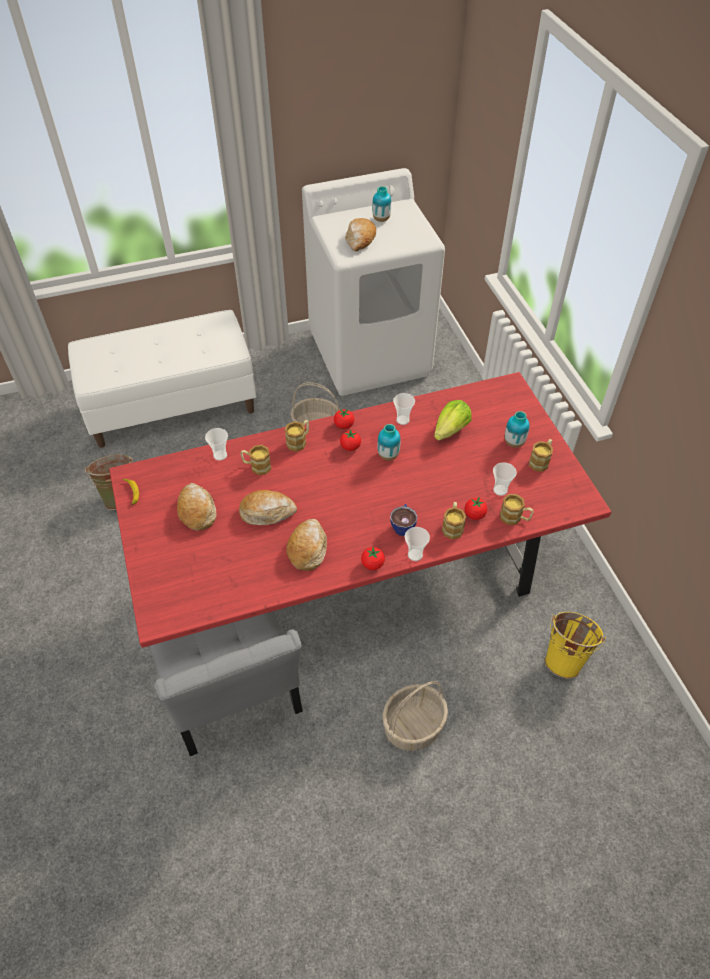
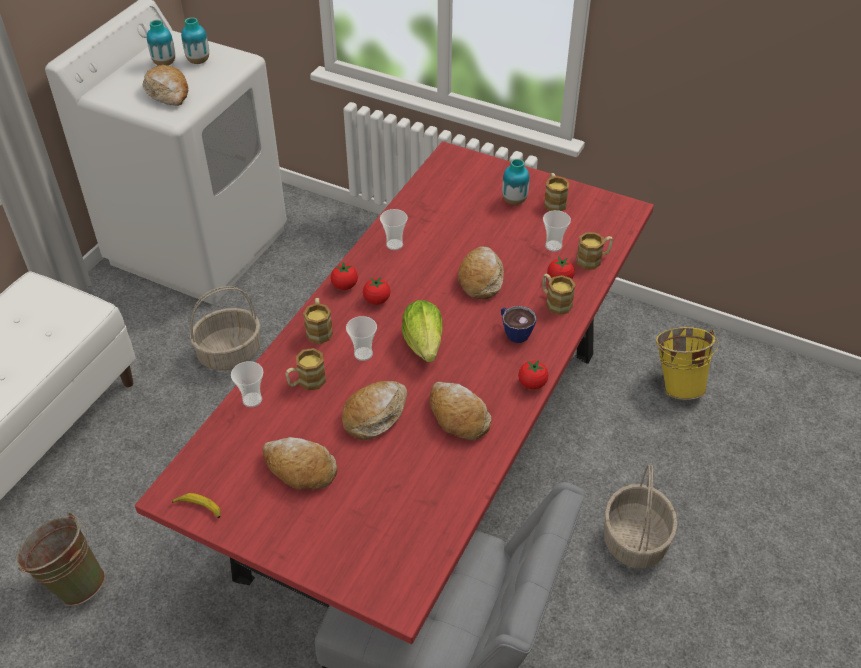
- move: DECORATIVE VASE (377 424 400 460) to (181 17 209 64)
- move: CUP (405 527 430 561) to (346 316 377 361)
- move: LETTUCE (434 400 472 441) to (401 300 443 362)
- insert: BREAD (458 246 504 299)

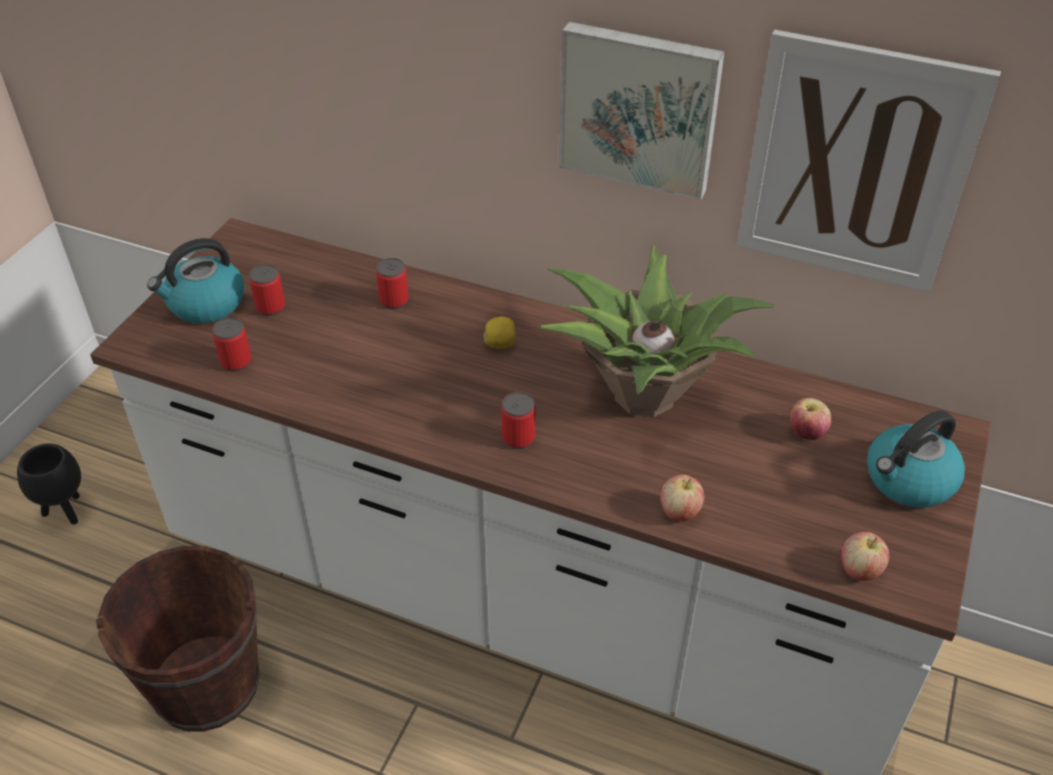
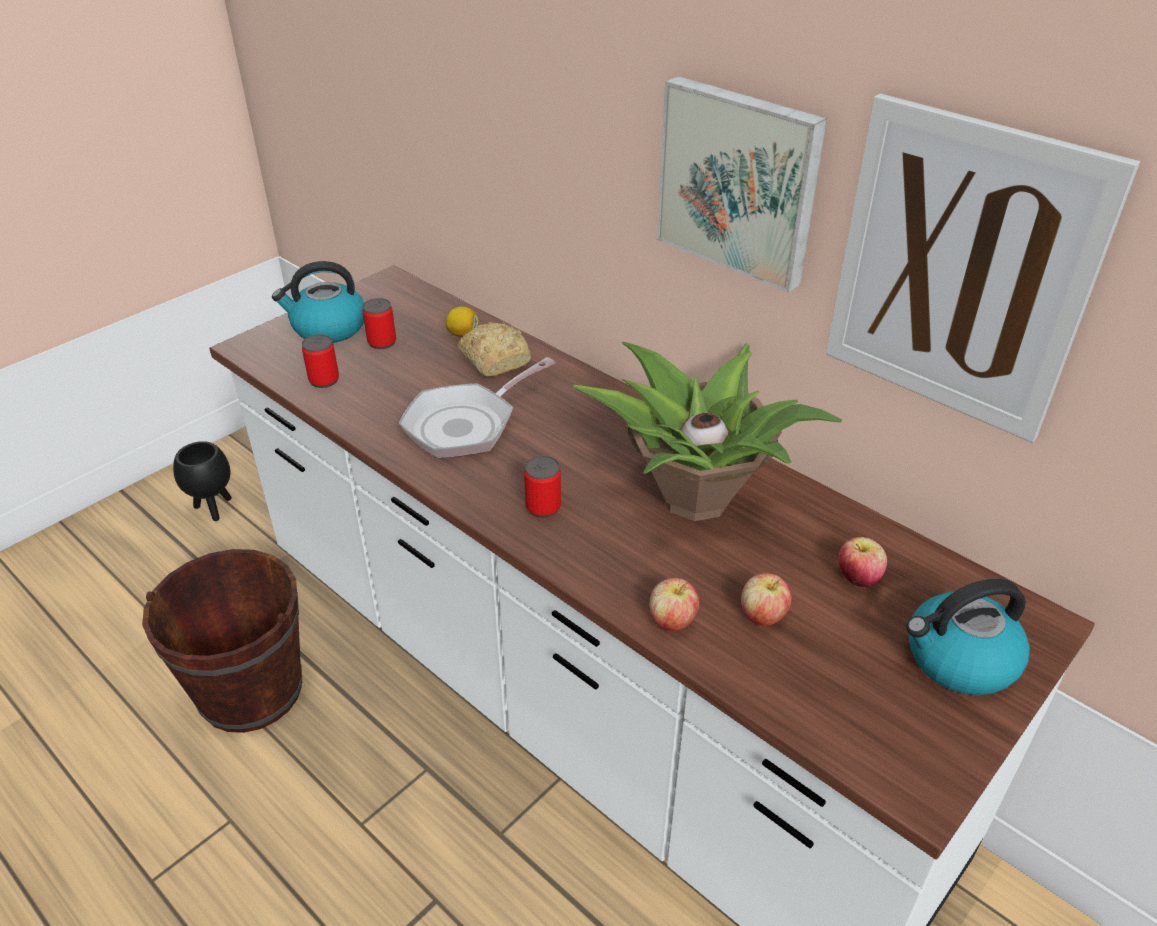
- insert: PAN (399 357 555 458)
- move: WHOLE LEMON (483 316 516 349) to (446 307 478 337)
- replace: CAN (376 258 409 309) to BREAD (457 322 531 377)
- move: APPLE (841 532 889 581) to (741 573 792 626)

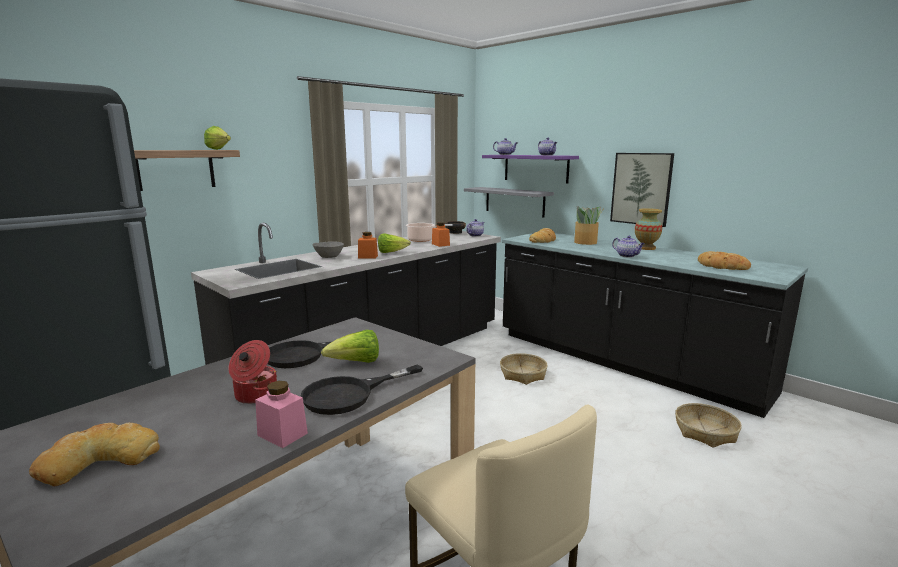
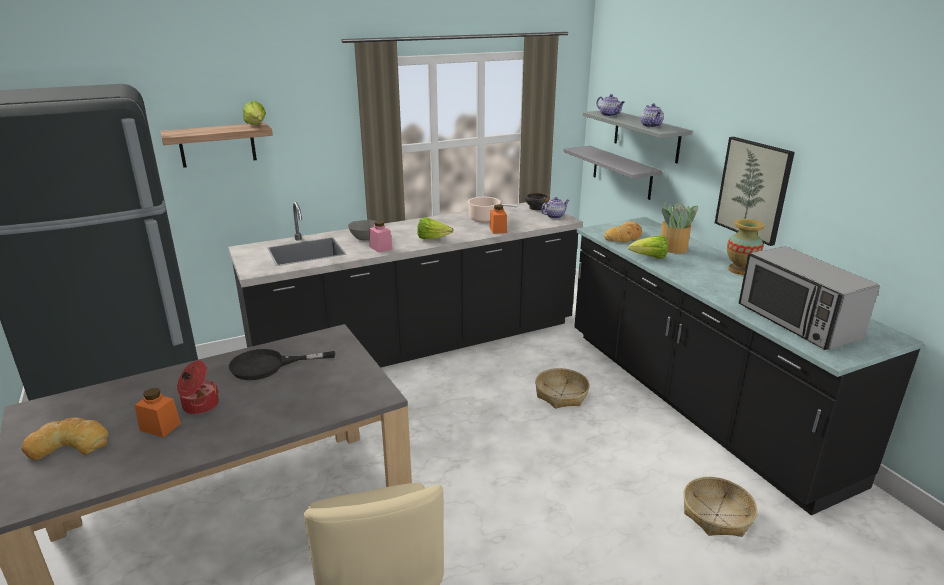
- move: ORANGE JAR (358 232 378 259) to (135 388 181 437)
- move: PINK-COLOURED JAR (255 381 308 448) to (369 221 392 253)
- recolor: PURPLISH SHELF (482 155 579 184) to GRAY SHELF (583 111 692 163)
- move: LETTUCE (321 330 379 363) to (628 235 668 259)
- replace: BREAD (698 251 751 270) to MICROWAVE (739 246 880 350)
- delete: BLACK-COLOURED PAN (300 365 423 415)
- delete: TEA POT (612 236 645 257)

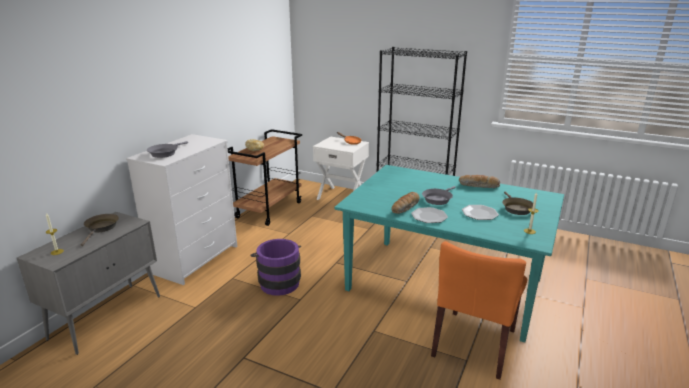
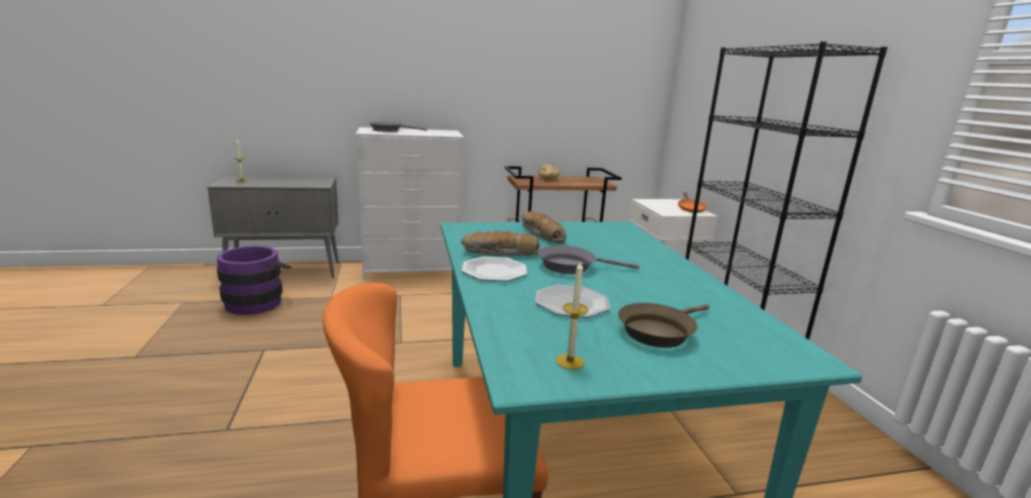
- move: PURPLISH BUCKET (250 239 301 296) to (217 246 292 315)
- move: BREAD (459 175 500 188) to (521 211 566 244)
- delete: BROWNISH PAN (81 214 119 246)

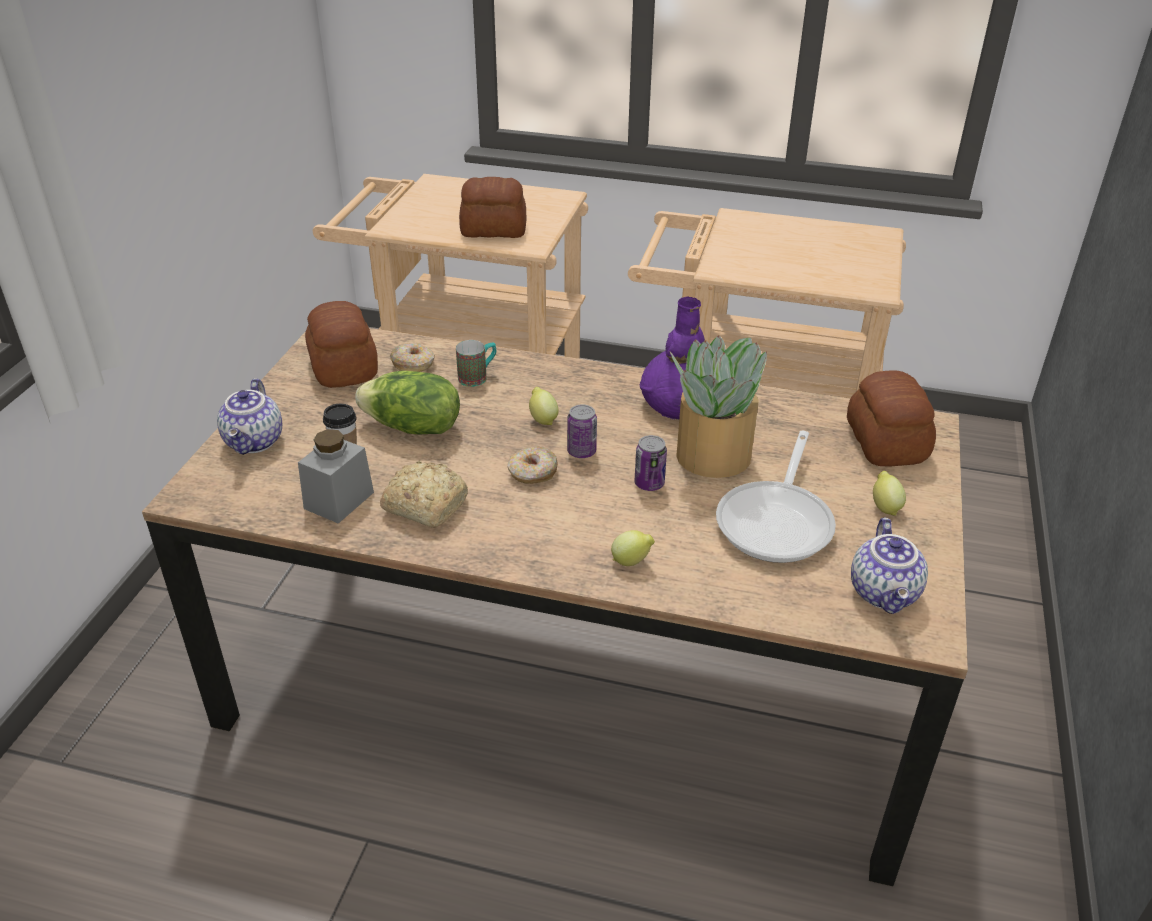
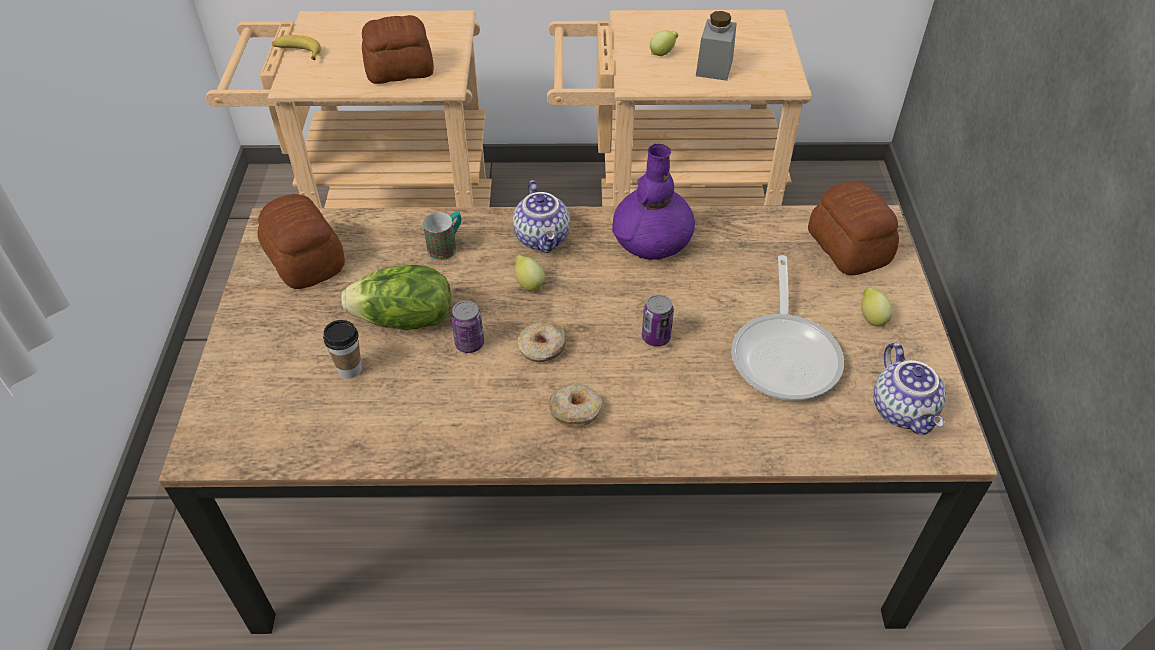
- insert: BANANA FRUIT (272 35 321 60)
- move: CAN (567 405 597 458) to (451 301 484 353)
- move: TEA POT (217 378 282 455) to (513 180 570 253)
- move: DOUGHNUT (390 343 435 372) to (549 383 602 428)
- move: WHOLE LEMON (611 530 655 566) to (650 30 678 56)
- move: GRAY JAR (298 429 374 524) to (696 11 737 81)
- delete: BREAD (380 461 468 528)
- delete: HOUSEPLANT (670 335 767 478)

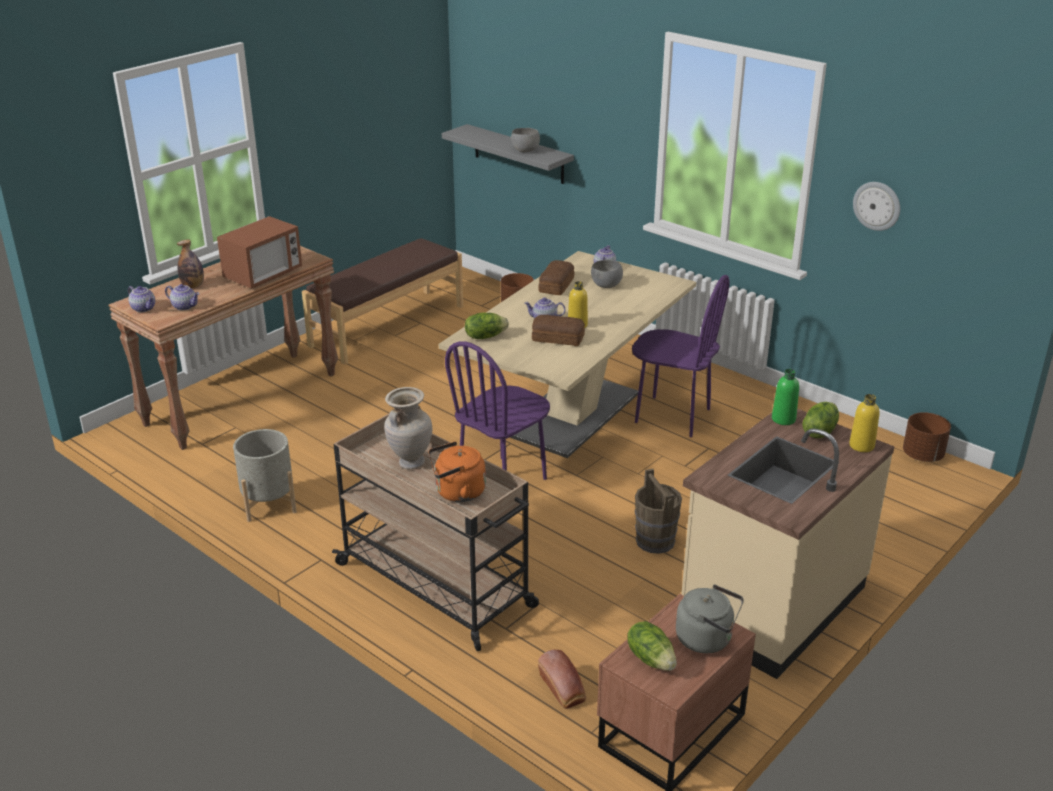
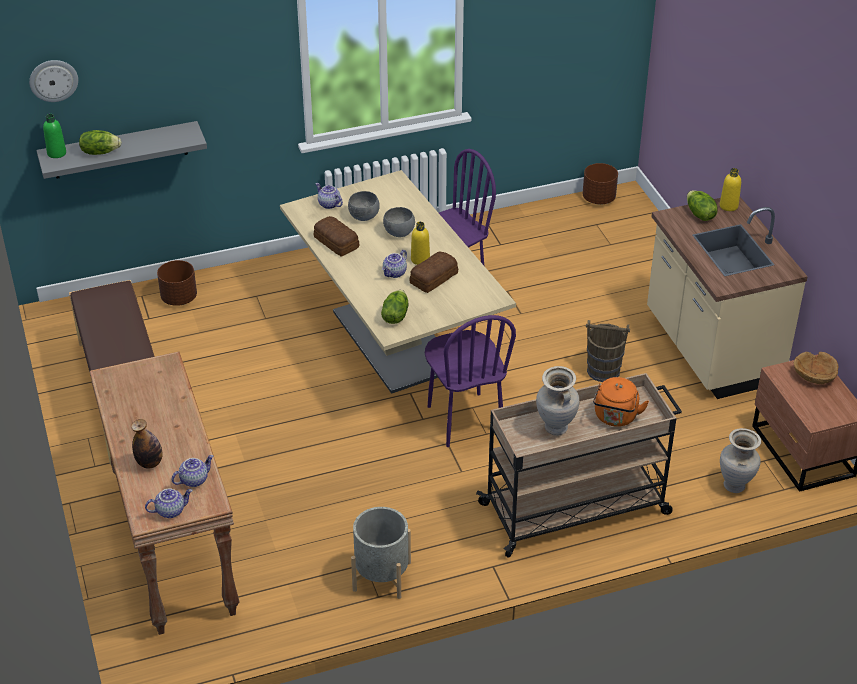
- move: HANGING CLOCK (853 182 900 231) to (29 60 78 102)
- move: GREEN-COLOURED DRINK BOTTLE (772 369 799 425) to (43 114 66 158)
- move: LETTUCE (627 621 677 671) to (79 130 121 155)
- move: GRAY BOWL (511 128 540 152) to (383 207 415 237)
- replace: BREAD (538 649 586 709) to BEIGE DECORATIVE VASE (720 428 761 493)
- replace: GRAY WATER KETTLE (676 584 744 653) to BROWNISH BOWL (794 352 838 384)
- delete: MICROWAVE (217 216 302 288)

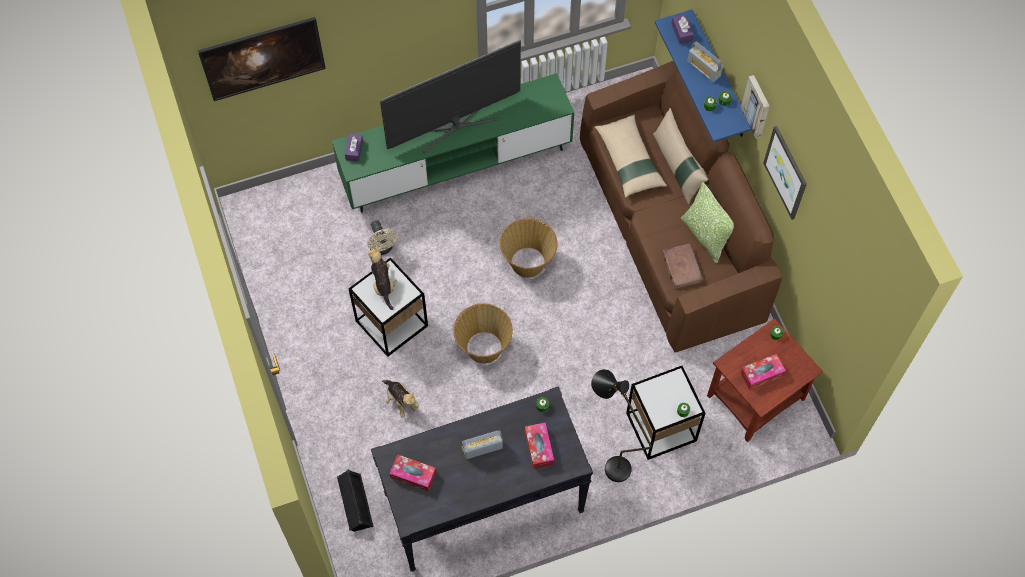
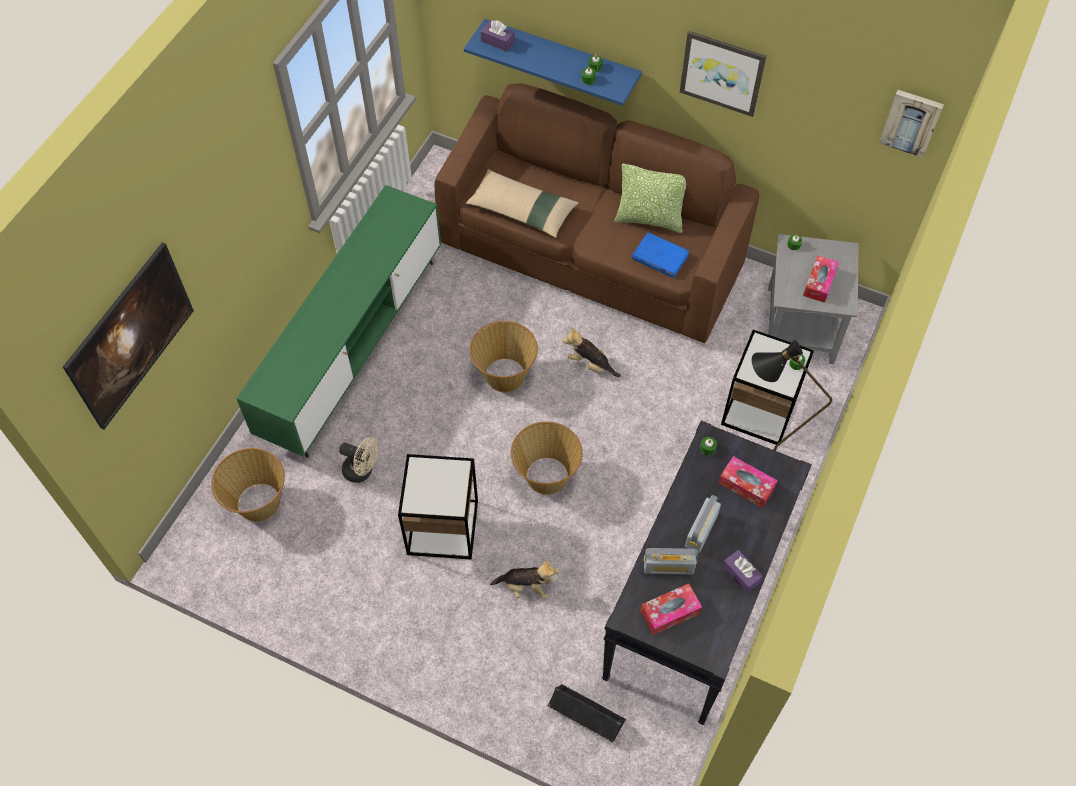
- insert: STORAGE BASKET (211 448 285 522)
- move: PLUSH TOY (368 246 398 310) to (563 328 621 377)
- recolor: BROWNISH BOUND BOOK (662 244 703 289) to BLUISH BOUND BOOK (632 232 689 278)
- move: RADIO SET (687 42 723 82) to (644 548 698 575)
- move: PURPLISH BOX OF TISSUES (345 134 363 162) to (722 550 763 593)
- recolor: BROWNISH ACCENT TABLE (707 318 823 442) to GRAY ACCENT TABLE (768 234 859 364)
- move: WALL ART (741 75 770 139) to (879 90 944 158)
- delete: TELEVISION (380 40 521 153)
- delete: BEIGE THROW PILLOW (653 108 708 204)

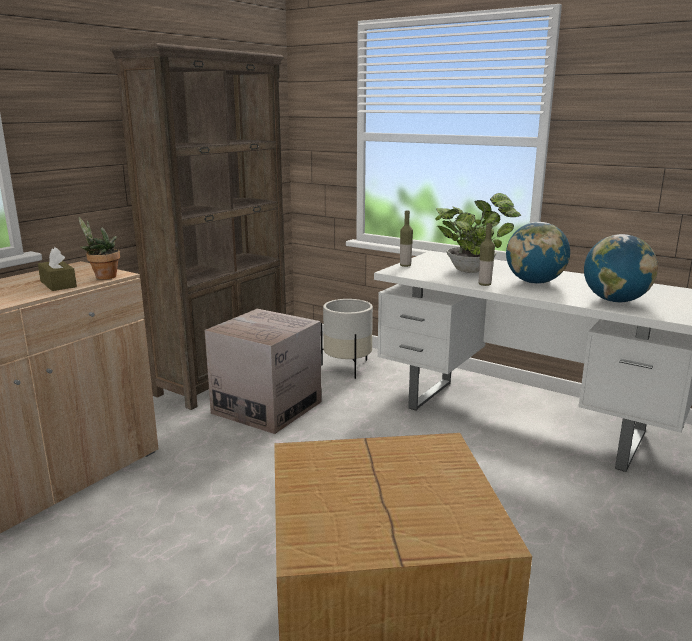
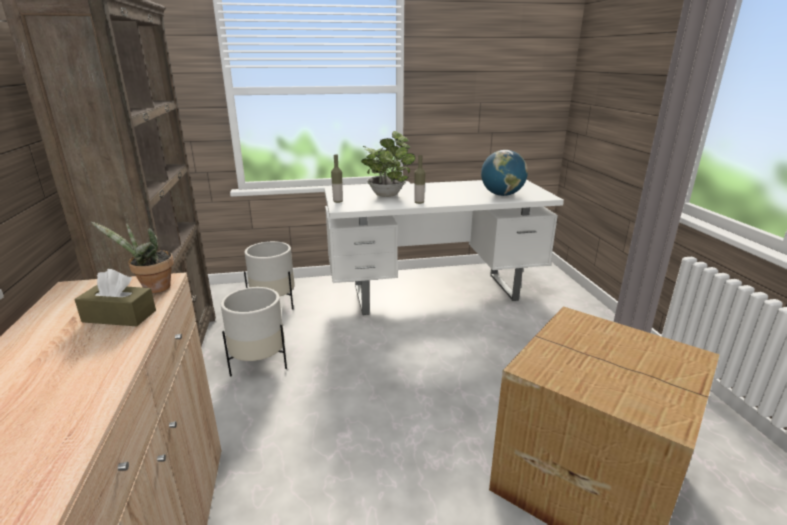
- replace: CARDBOARD BOX (204 309 322 434) to WHITISH PLANTER (221 287 287 377)
- delete: GLOBE (506 222 570 284)

